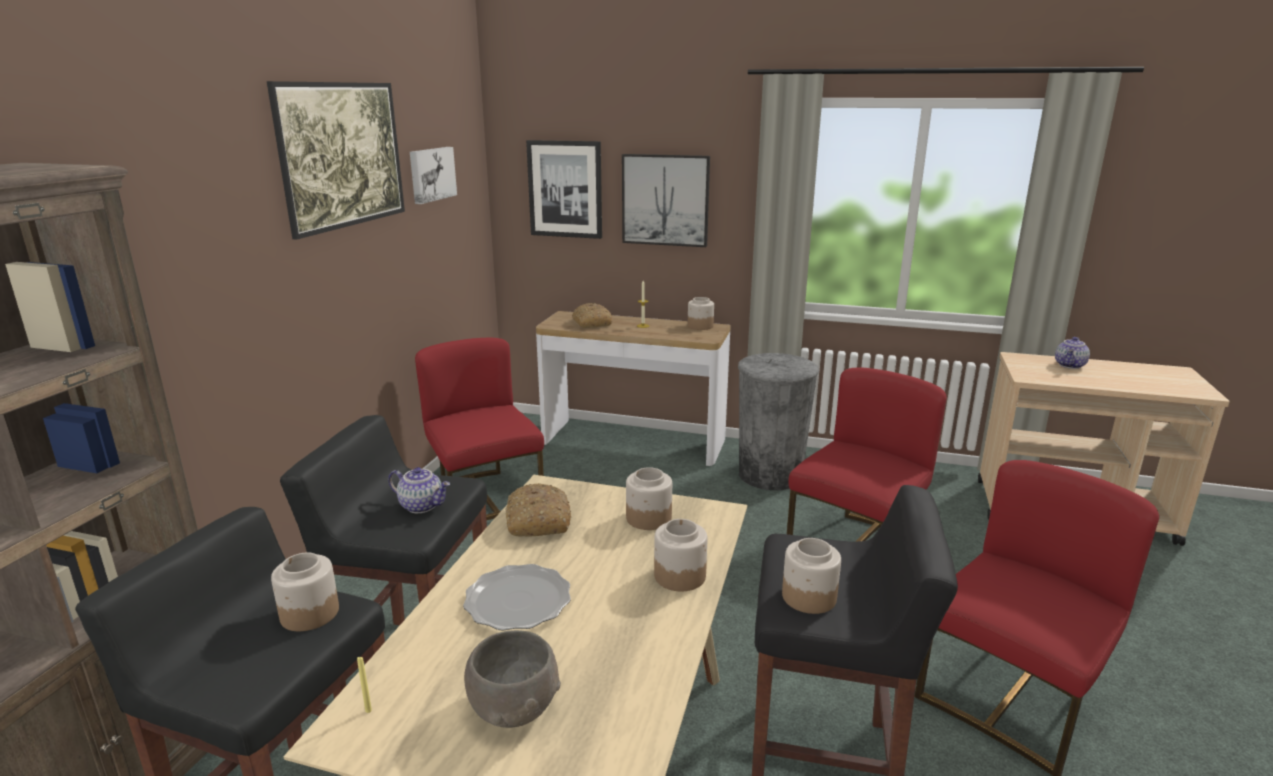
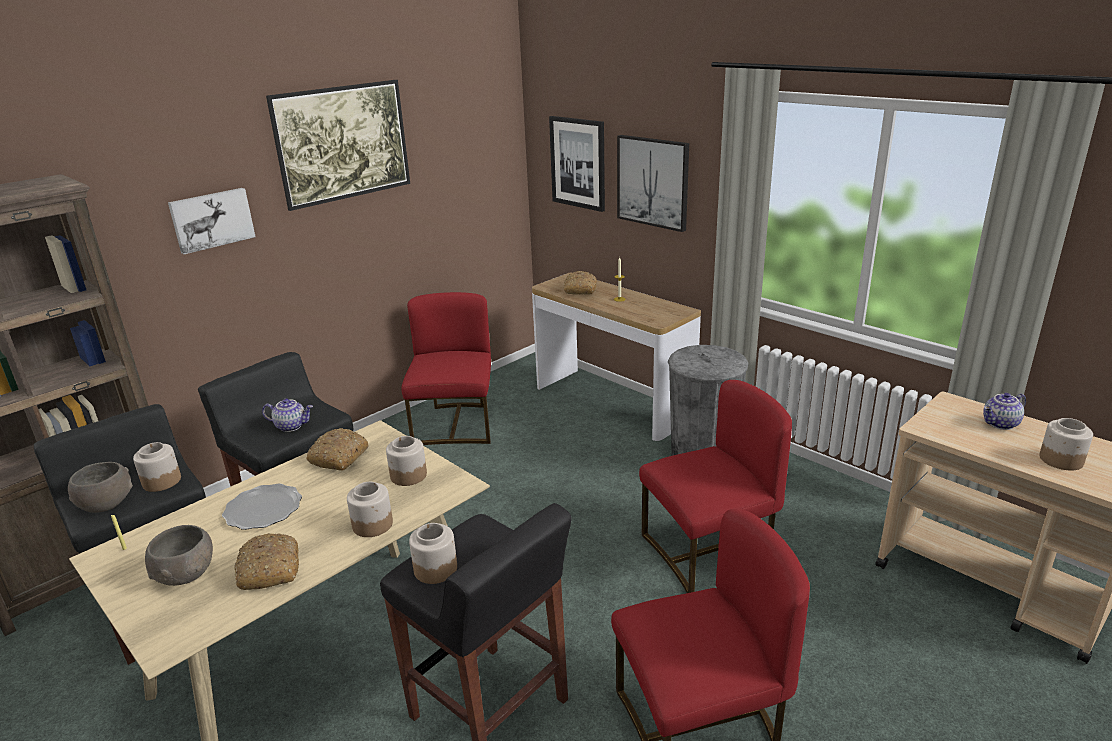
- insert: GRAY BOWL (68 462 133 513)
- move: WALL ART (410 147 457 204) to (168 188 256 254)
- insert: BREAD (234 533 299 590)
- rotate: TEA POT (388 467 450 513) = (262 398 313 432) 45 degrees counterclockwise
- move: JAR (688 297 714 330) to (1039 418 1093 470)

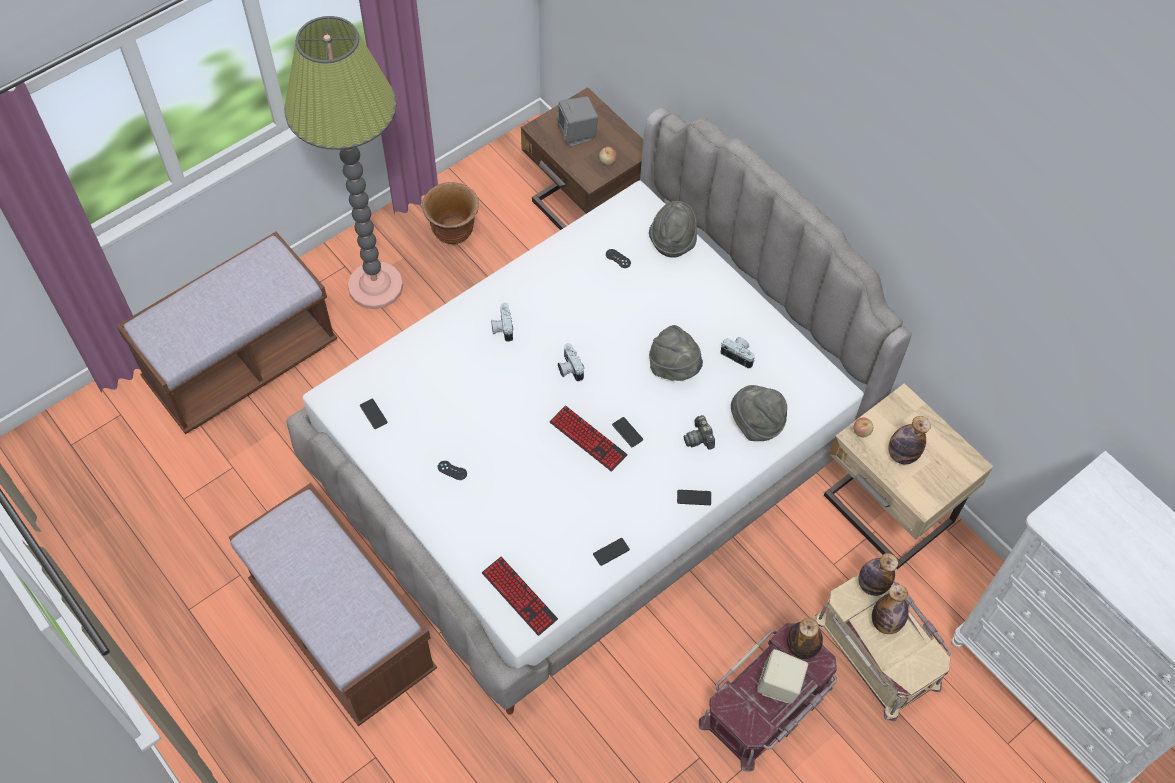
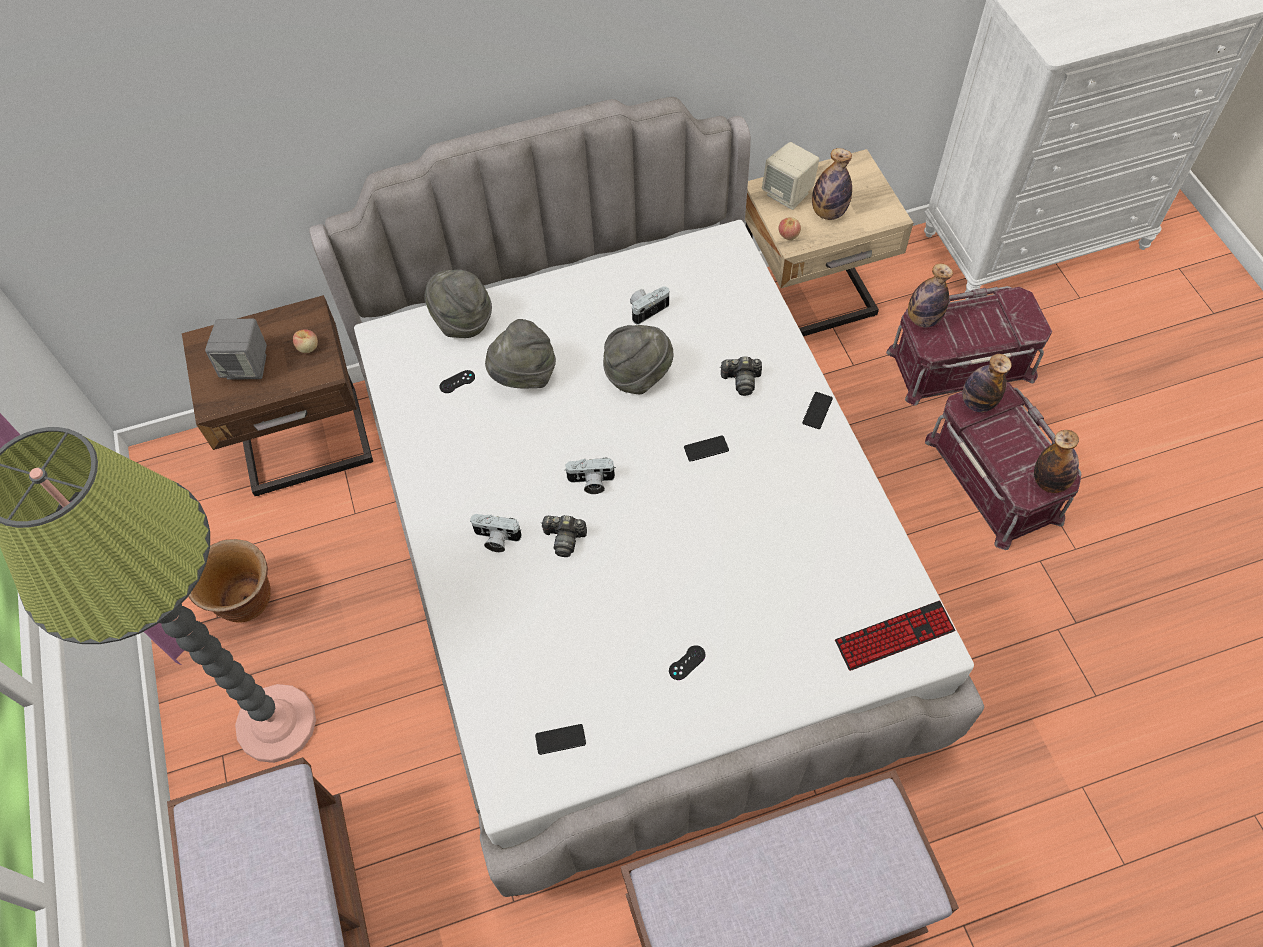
- move: GRAY CLOTHING HAT (731 385 787 441) to (485 319 556 388)
- insert: PHOTO CAMERA (541 515 587 557)
- move: BEIGE AUDIO SPEAKER (757 649 808 704) to (762 142 819 210)
- recolor: BEIGE STORAGE BIN (814 574 951 721) to REDDISH STORAGE BIN (886 286 1052 406)
- move: DRINK BOTTLE (872 585 909 634) to (1034 430 1079 493)
- delete: COMPUTER KEYBOARD (549 406 627 472)
- delete: PHONE (593 538 630 566)

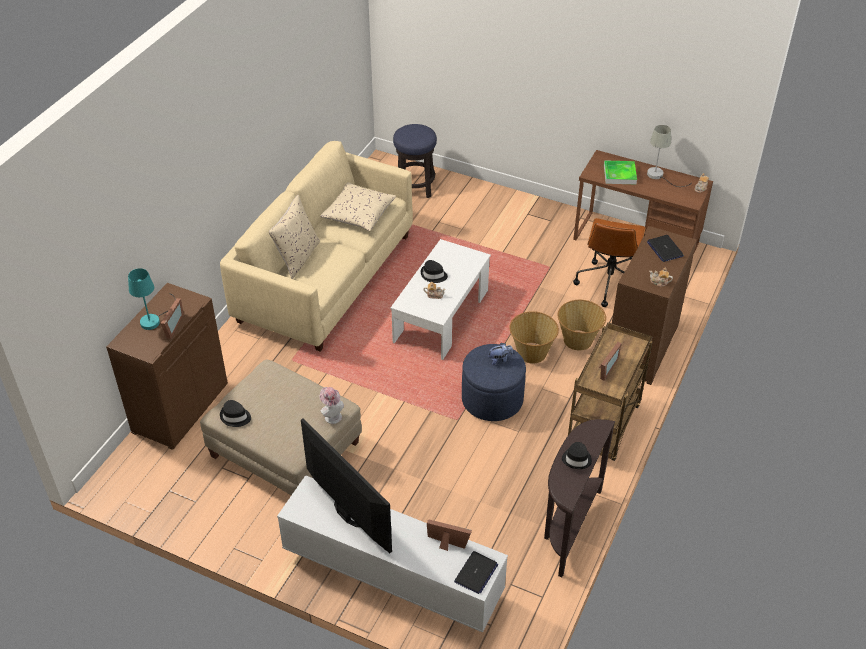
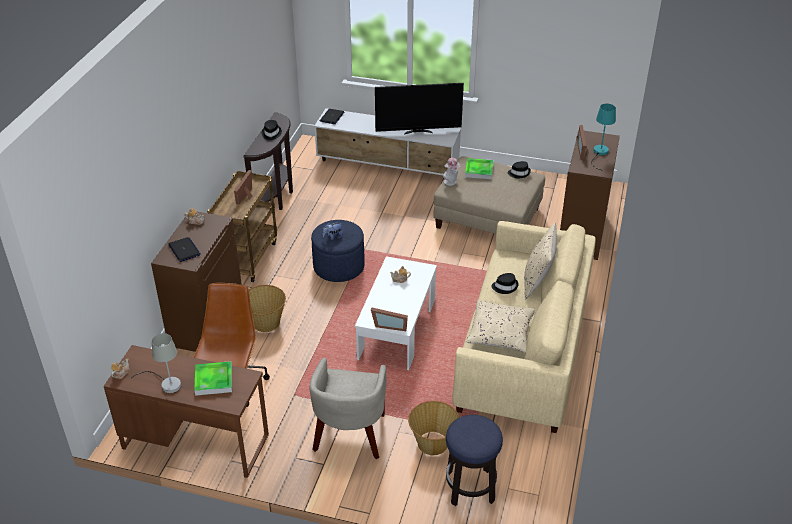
- insert: BEIGE ARMCHAIR (310 358 387 459)
- move: PICTURE FRAME (427 519 472 551) to (371 307 408 331)
- rotate: TELEVISION (301 418 392 553) = (375 83 464 135) 45 degrees counterclockwise
- move: STORAGE BASKET (509 311 559 364) to (408 401 460 455)
- insert: CARRYING TRAY (465 158 493 179)
- move: BLACK-COLOURED CLOTHING HAT (421 260 448 283) to (491 273 519 294)

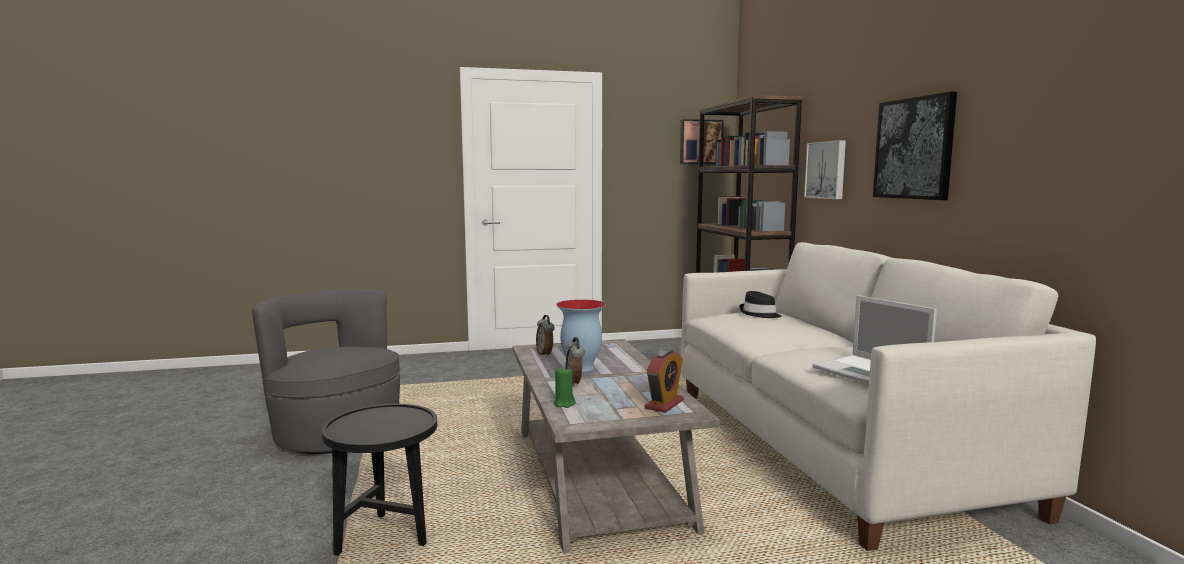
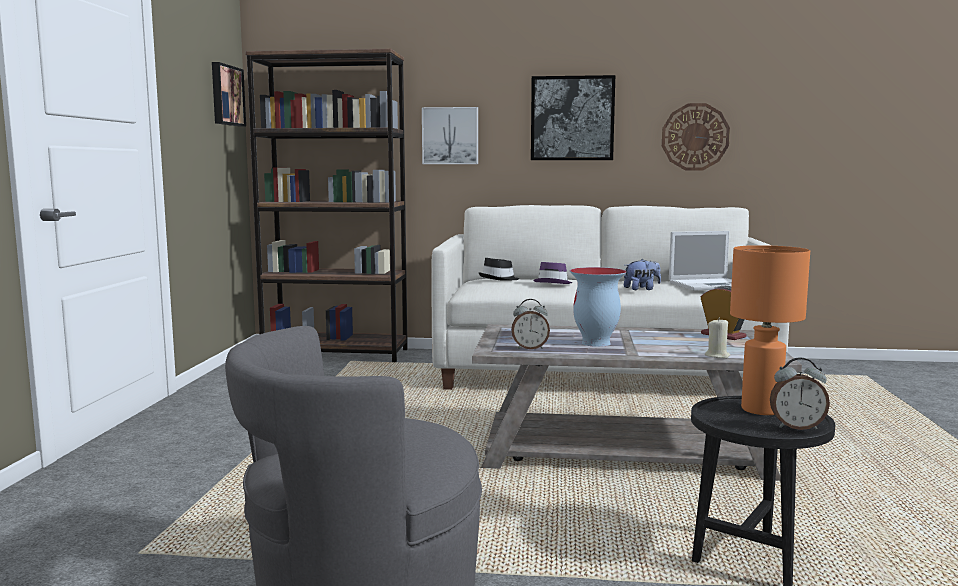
- insert: PURPLISH CLOTHING HAT (533 262 572 284)
- insert: PLUSH TOY (624 259 661 290)
- insert: HANGING CLOCK (662 103 730 170)
- recolor: GREEN-COLOURED WAX CANDLE (553 367 576 408) to BEIGE WAX CANDLE (705 319 731 358)
- insert: ORANGE TABLETOP LAMP (730 245 810 415)
- move: TABLE CLOCK (566 337 584 387) to (770 357 830 430)

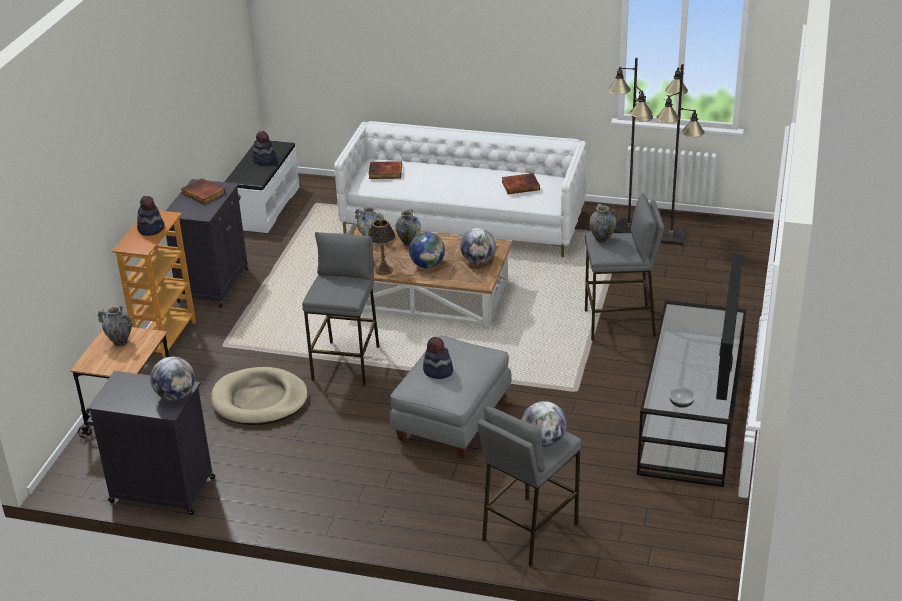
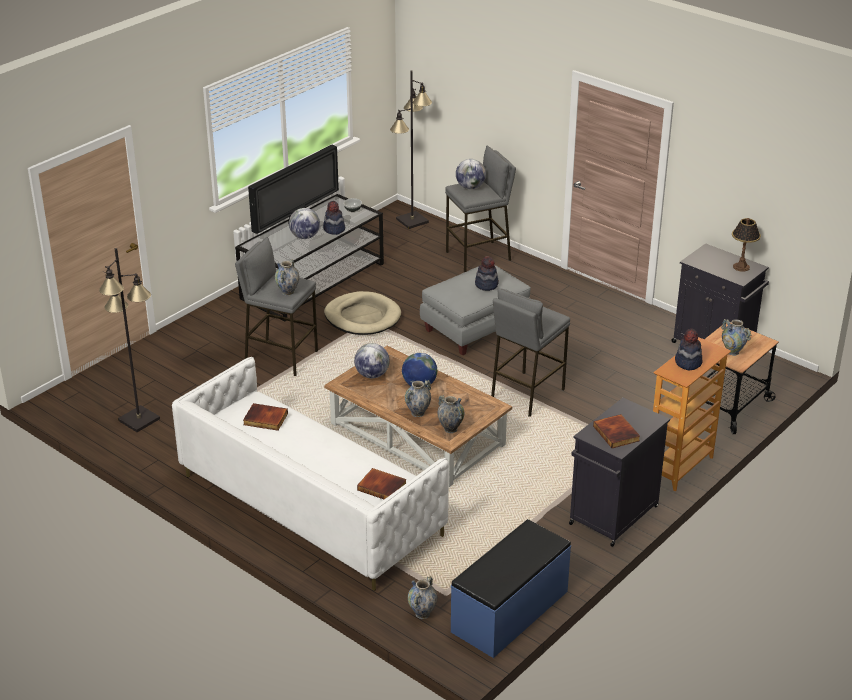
- move: GLOBE (150 357 195 400) to (289 208 320 239)
- move: CLOTHING HAT (253 131 276 165) to (323 201 345 235)
- move: BEIGE PET BED (211 367 308 425) to (324 291 401 335)
- move: BLACK-COLOURED FLOOR LAMP (608 58 653 233) to (390 71 432 229)
- insert: DECORATIVE VASE (408 576 437 619)
- recolor: WHITISH LONG SEAT (224 141 300 233) to BLUISH LONG SEAT (451 519 571 658)
- move: TABLETOP LAMP (366 219 397 275) to (732 218 761 272)

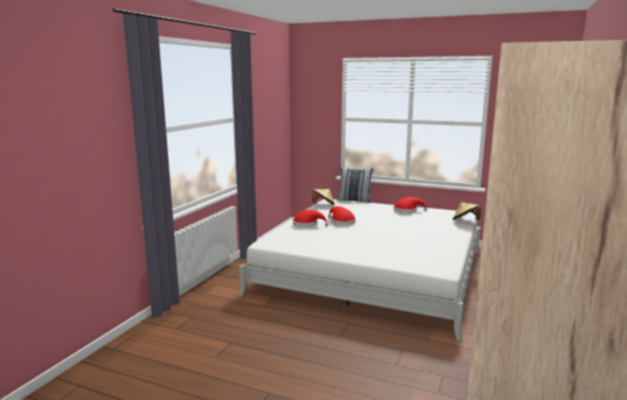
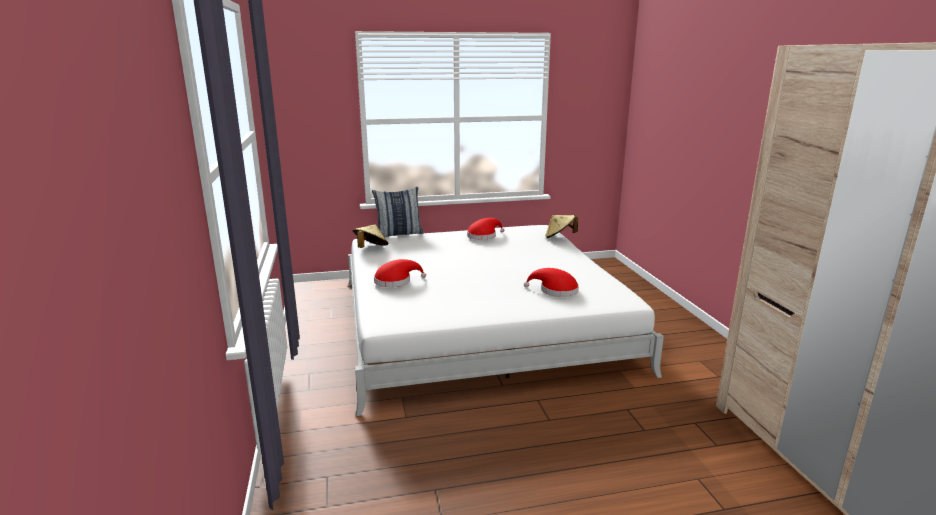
- move: REDDISH CLOTHING HAT (328 206 356 225) to (524 268 579 297)

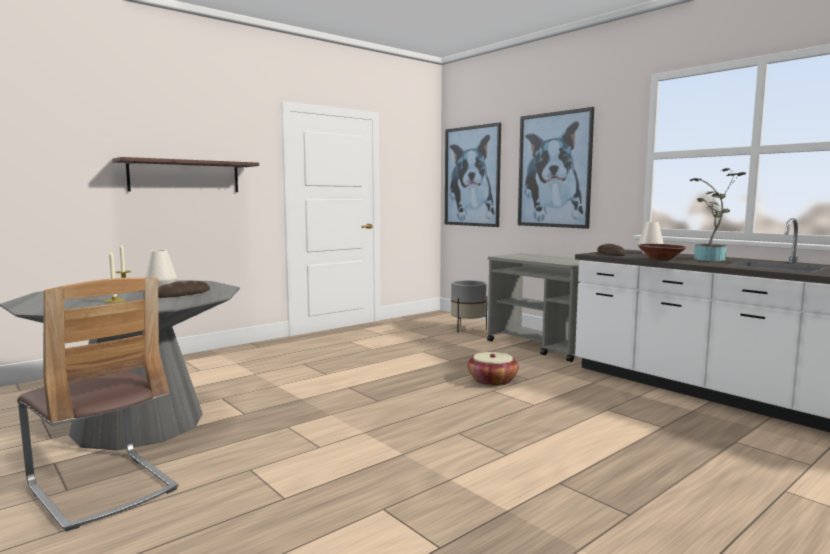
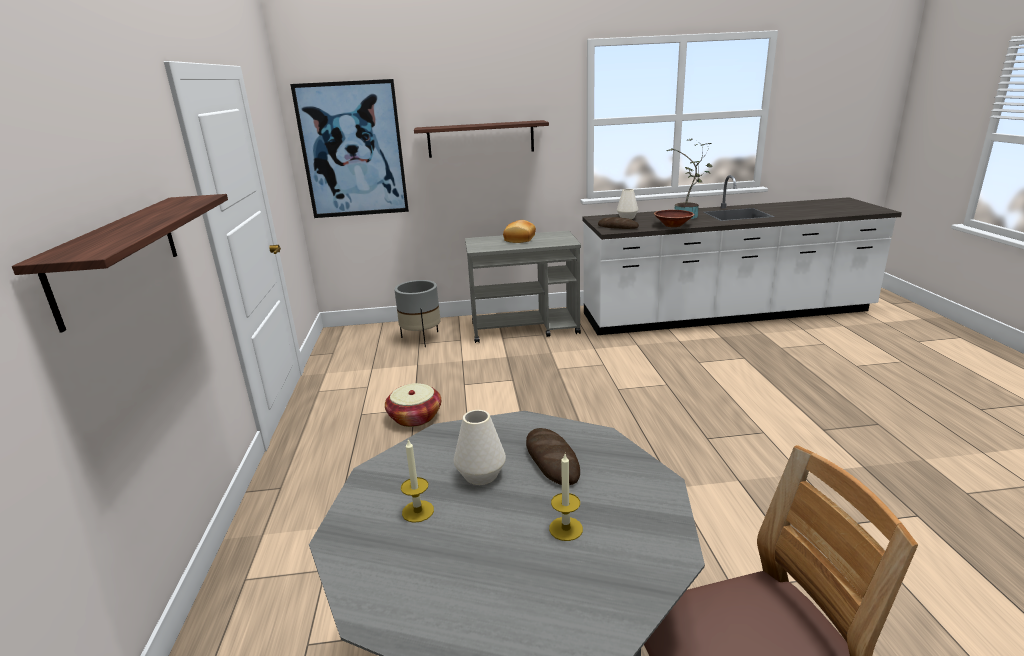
- move: STORAGE BASKET (467 352 519 386) to (385 383 441 427)
- replace: WALL ART (518 107 594 229) to SHELF (414 120 549 158)
- insert: BREAD (503 220 536 243)

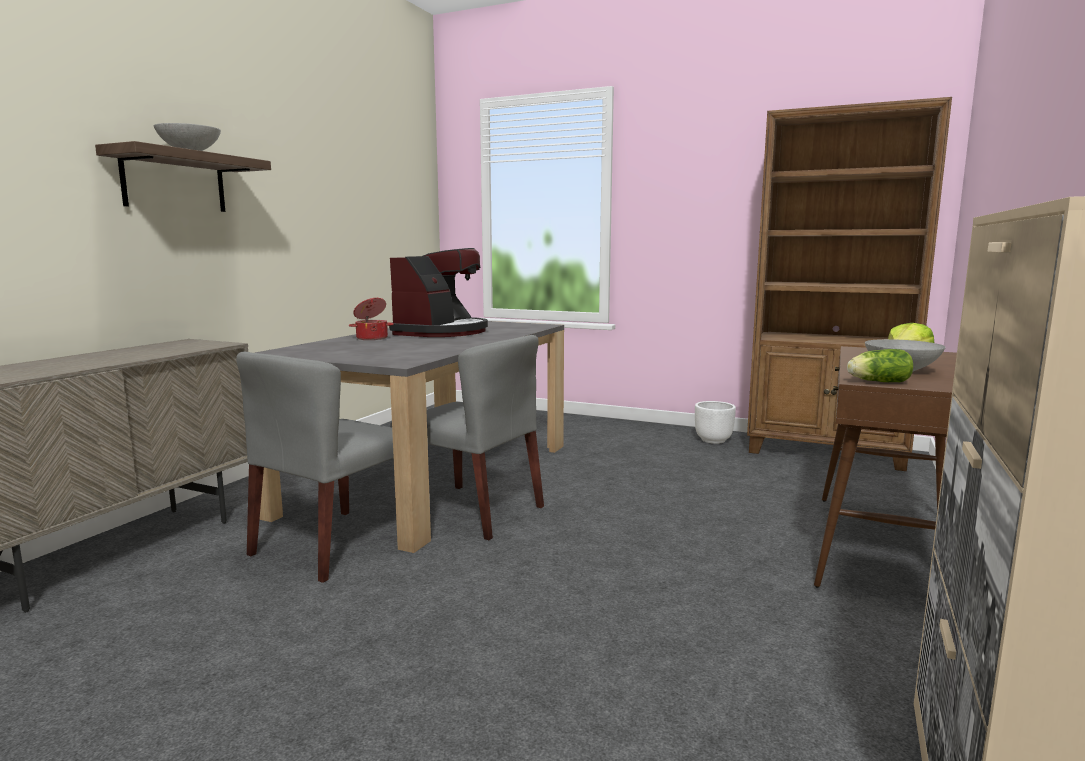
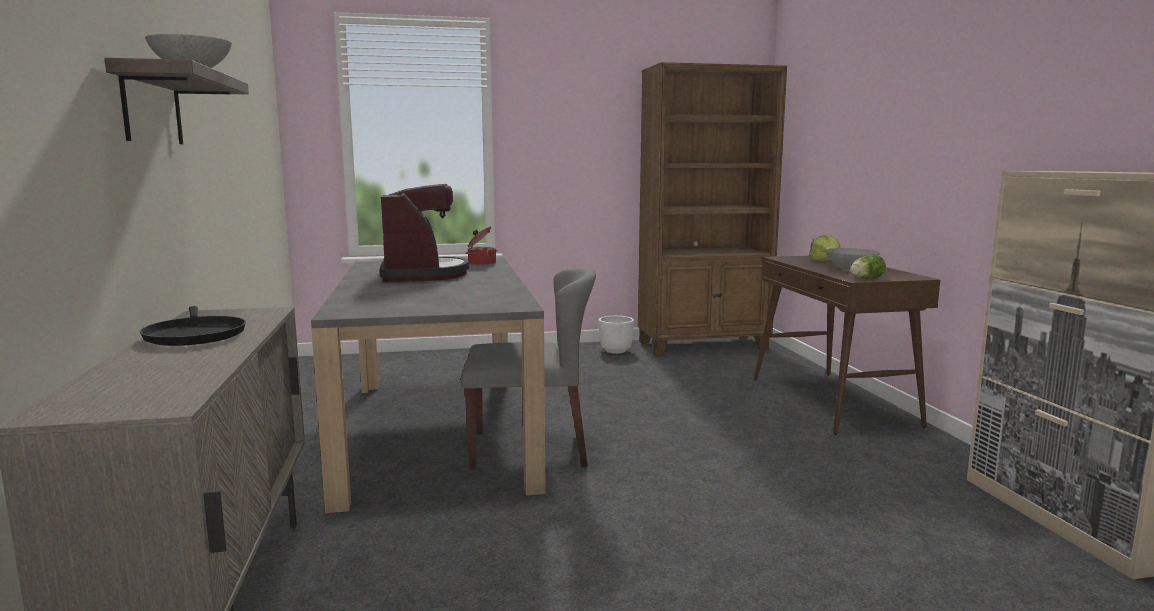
- insert: BLACK-COLOURED PAN (140 306 246 346)
- move: COOKING POT (349 298 394 340) to (465 227 497 266)
- delete: GRAY UPRIGHT CHAIR (236 351 394 583)

